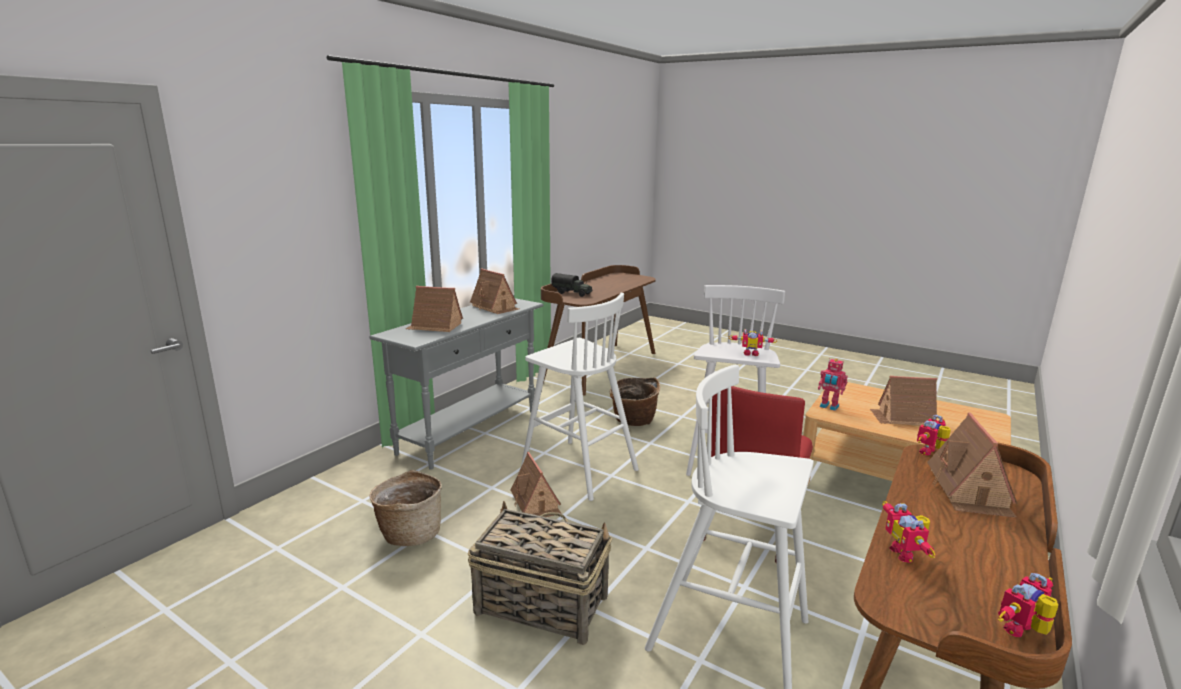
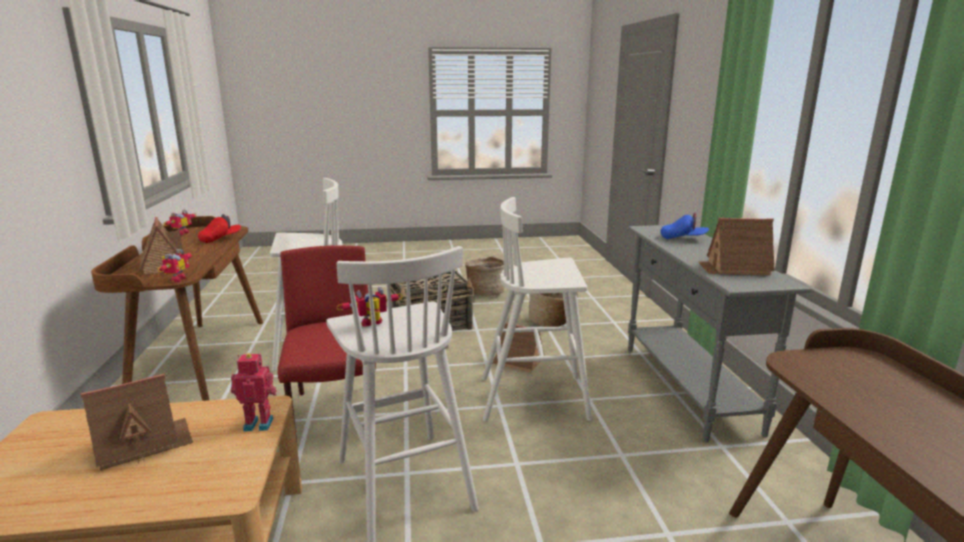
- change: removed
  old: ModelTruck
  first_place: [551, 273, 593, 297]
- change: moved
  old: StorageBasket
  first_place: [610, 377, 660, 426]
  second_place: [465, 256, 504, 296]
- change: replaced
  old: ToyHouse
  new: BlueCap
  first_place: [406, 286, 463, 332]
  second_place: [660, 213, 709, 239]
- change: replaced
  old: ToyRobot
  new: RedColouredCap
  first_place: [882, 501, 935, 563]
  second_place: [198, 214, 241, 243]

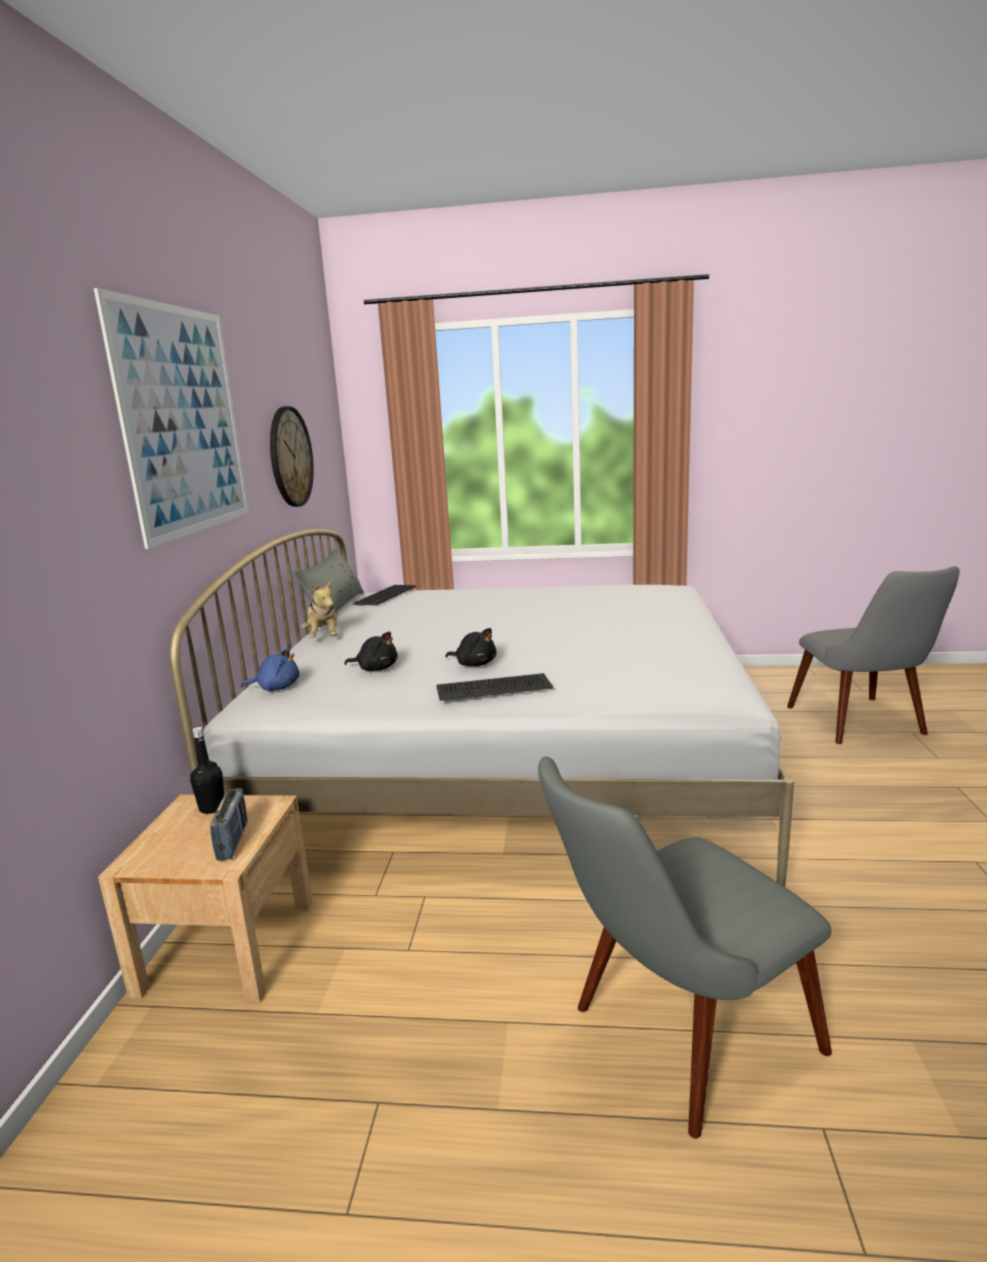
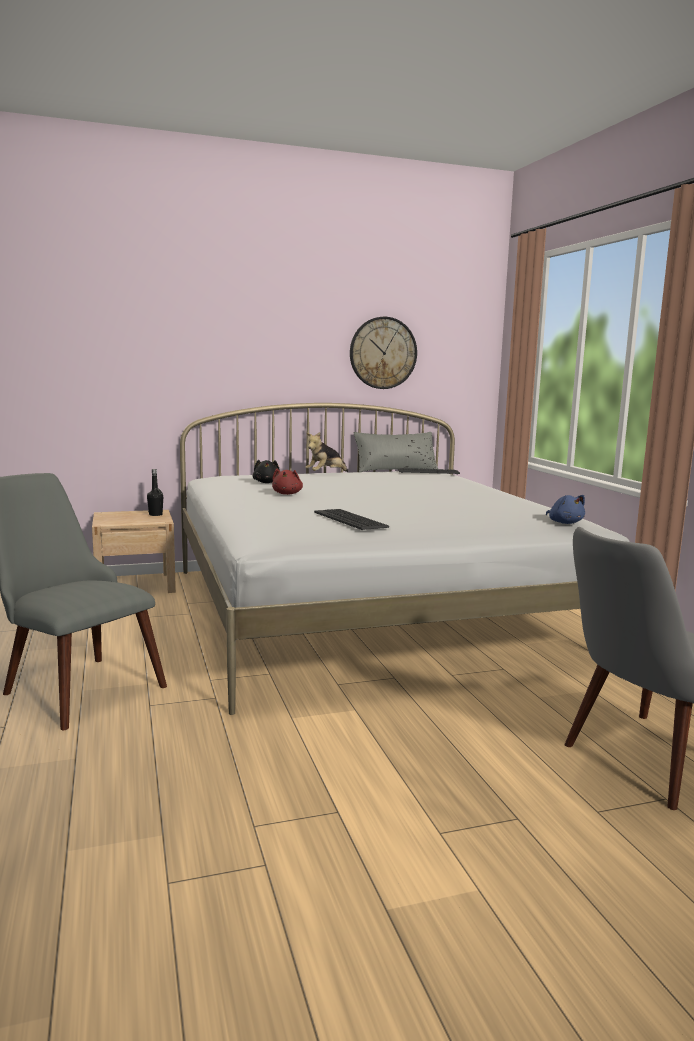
- change: removed
  old: WallPicture
  first_place: [94, 288, 249, 549]
- change: removed
  old: RadioReceiver
  first_place: [210, 788, 248, 861]
- change: moved
  old: BluePlushToy
  first_place: [241, 648, 300, 691]
  second_place: [546, 495, 585, 524]
- change: moved
  old: ComputerKeyboard
  first_place: [436, 673, 553, 701]
  second_place: [314, 509, 389, 530]
- change: recoloured
  old: BlackPlushToy
  new: RedColouredPlushToy
  first_place: [445, 628, 497, 666]
  second_place: [272, 469, 303, 495]

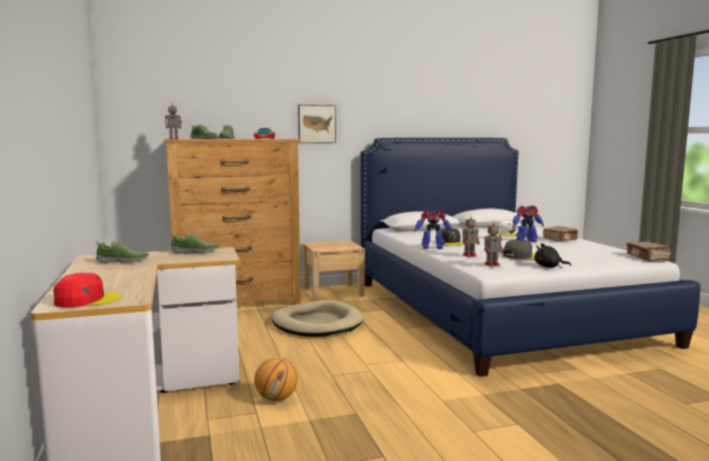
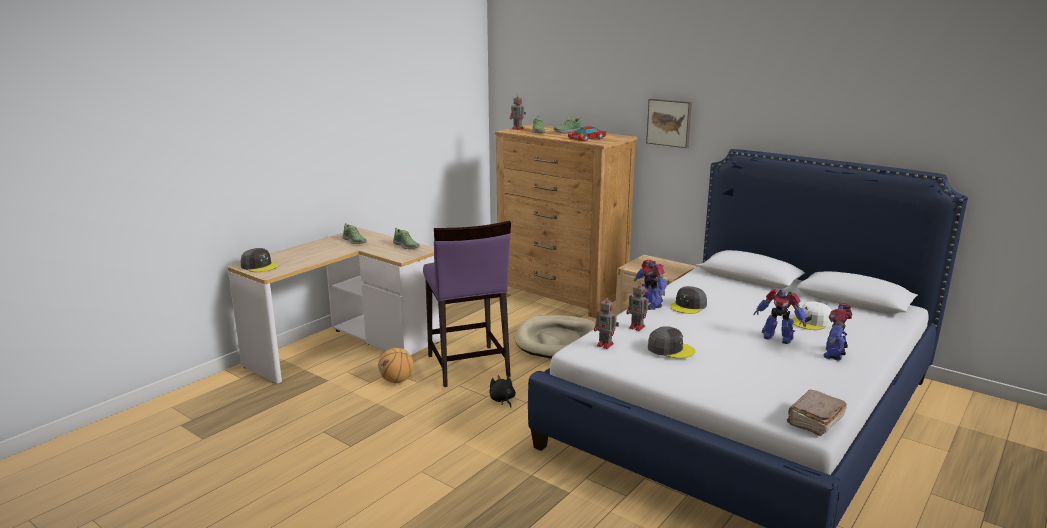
- change: added
  new: PurpleColouredStoolSeat
  second_place: [423, 221, 511, 387]
- change: moved
  old: BlackPlushToy
  first_place: [535, 243, 571, 268]
  second_place: [489, 375, 516, 408]
- change: replaced
  old: BrownVolume
  new: ToyRobot
  first_place: [543, 226, 578, 241]
  second_place: [823, 303, 852, 361]
- change: recoloured
  old: RedColouredCap
  new: GreyCap
  first_place: [53, 273, 122, 307]
  second_place: [241, 248, 278, 272]

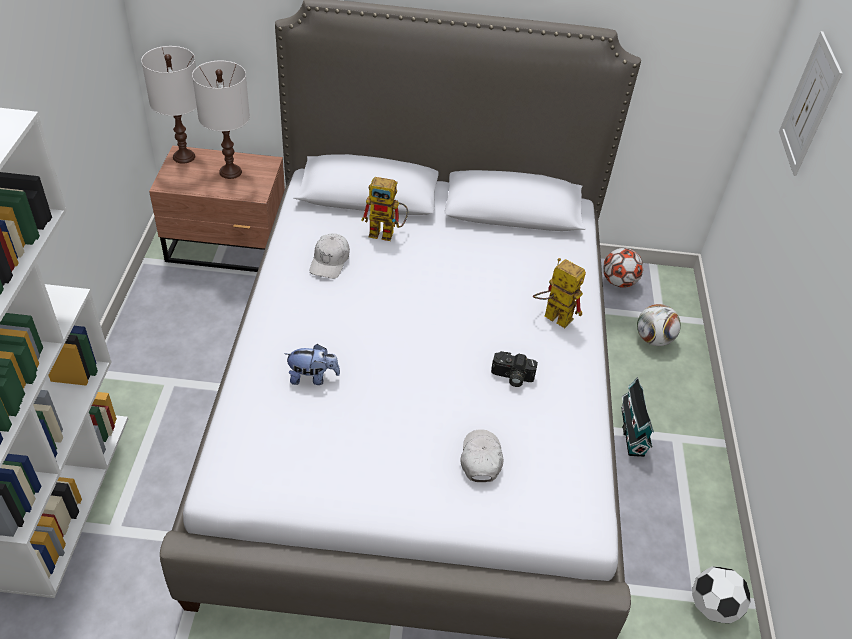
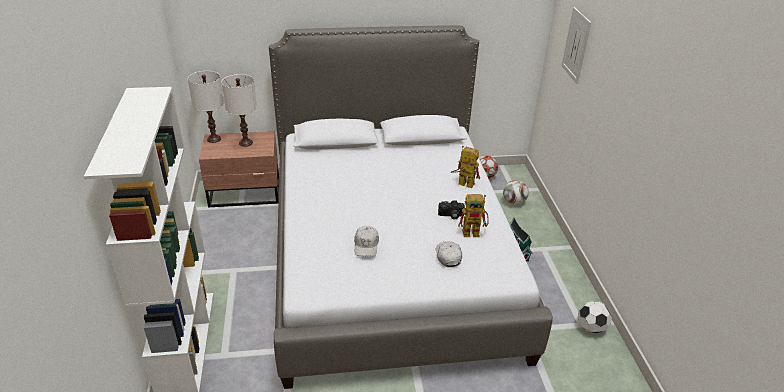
- change: removed
  old: PlushToy
  first_place: [284, 344, 340, 385]
- change: moved
  old: WhitishCap
  first_place: [310, 233, 350, 279]
  second_place: [354, 226, 379, 257]
- change: moved
  old: ToyRobot
  first_place: [361, 177, 408, 241]
  second_place: [458, 194, 489, 237]

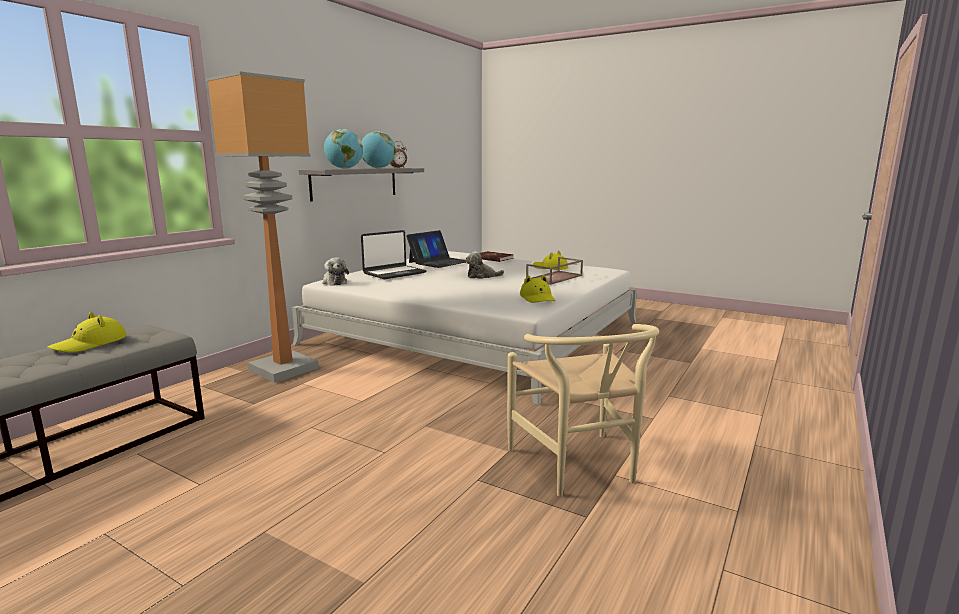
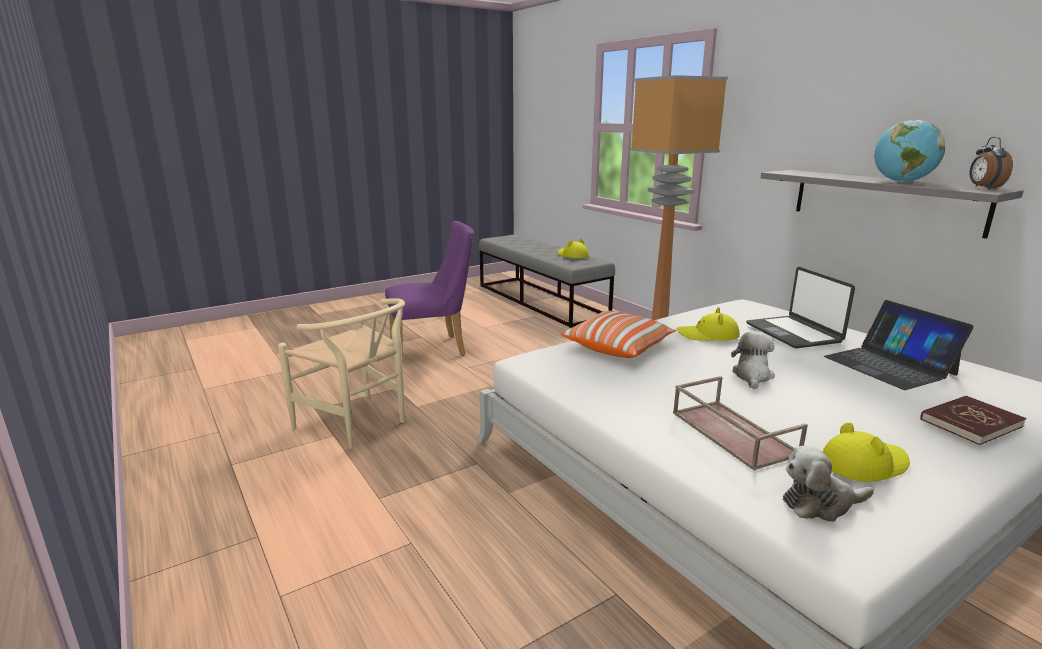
- change: removed
  old: WorldGlobe
  first_place: [324, 129, 363, 169]
- change: added
  new: PurpleColouredPlainChair
  second_place: [385, 221, 474, 364]
- change: added
  new: ThrowPillow
  second_place: [561, 311, 676, 358]
- change: moved
  old: PlushToy
  first_place: [322, 258, 349, 286]
  second_place: [783, 446, 874, 522]
- change: moved
  old: YellowColouredHat
  first_place: [520, 275, 555, 303]
  second_place: [677, 307, 740, 341]
- change: turned
  old: BeigeColouredPlainChair
  first_place: [507, 324, 659, 496]
  second_place: [278, 298, 405, 449]
  degrees: -150

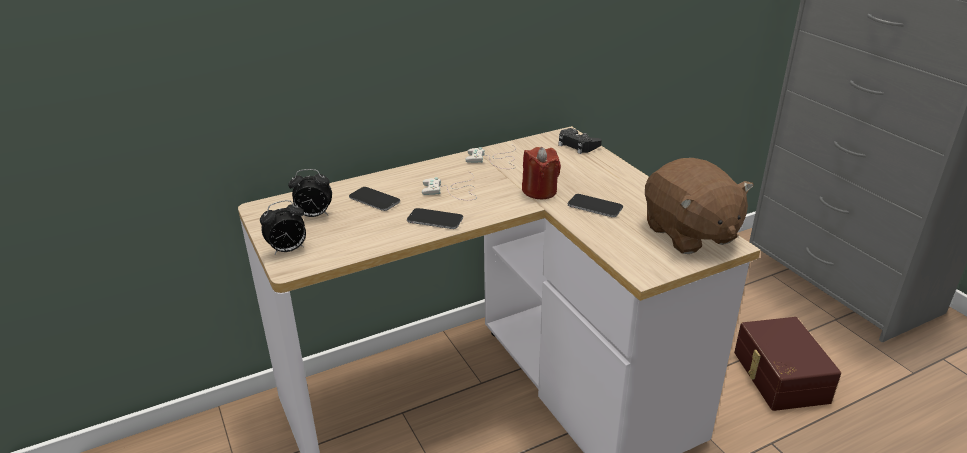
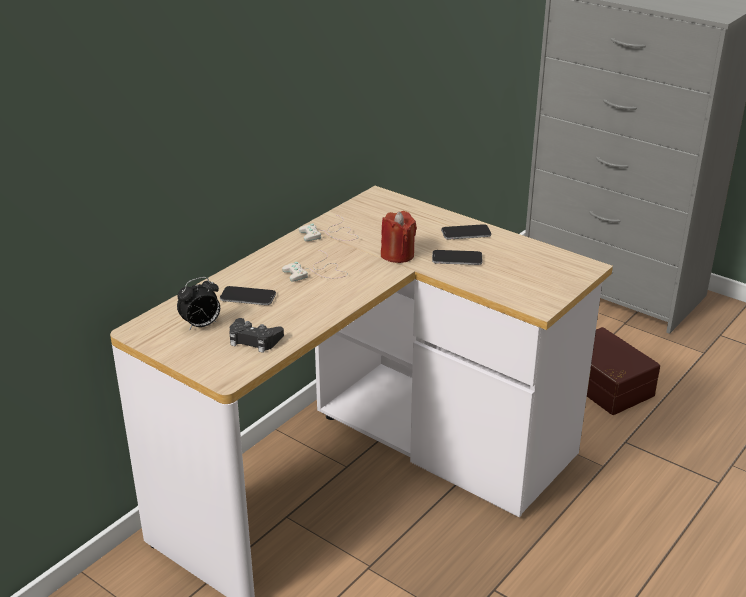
- change: removed
  old: TableClock
  first_place: [260, 200, 306, 254]
- change: removed
  old: BrownPlushToy
  first_place: [645, 158, 754, 254]
- change: moved
  old: Handset
  first_place: [407, 208, 463, 229]
  second_place: [441, 224, 491, 240]
- change: moved
  old: BlackJoypad
  first_place: [558, 128, 602, 154]
  second_place: [229, 318, 284, 353]

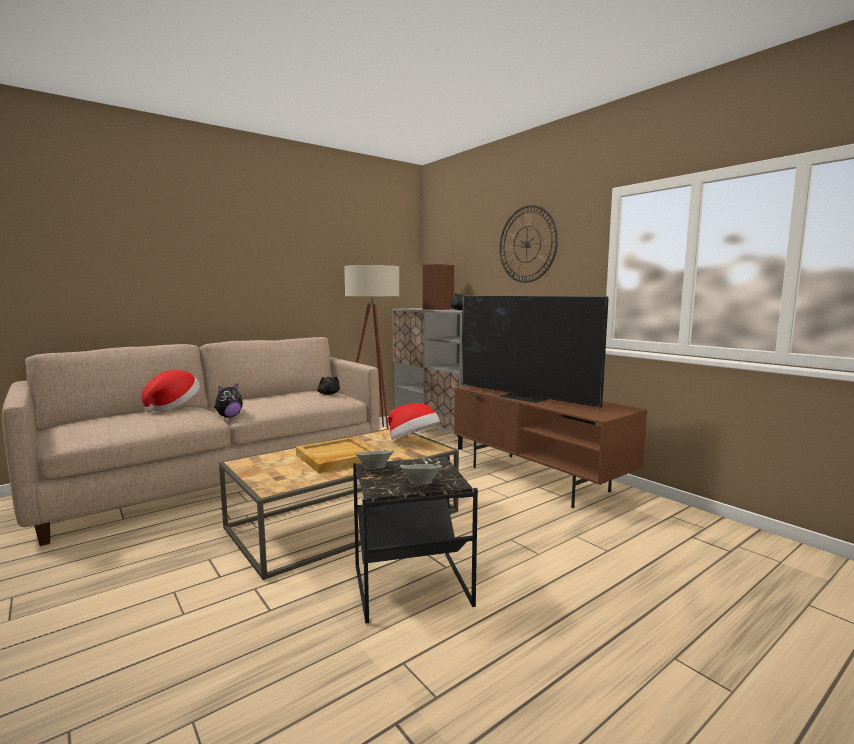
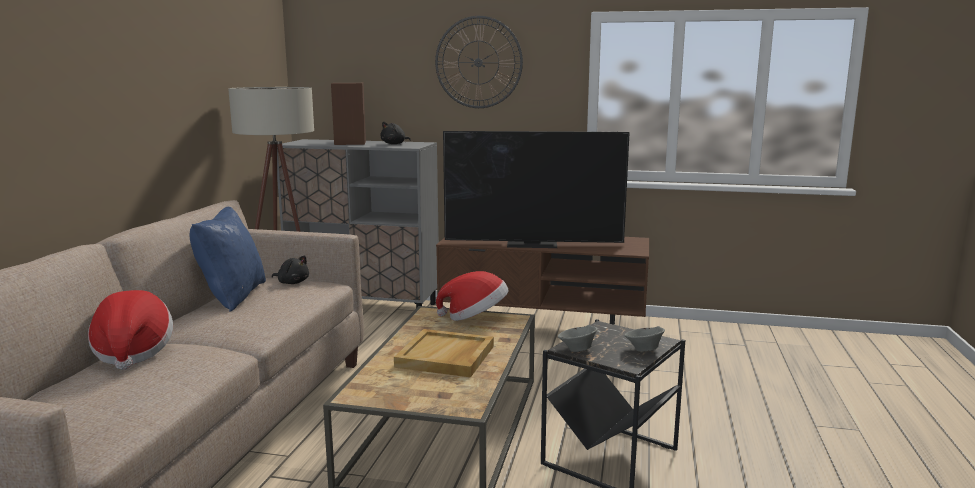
- change: removed
  old: PlushToy
  first_place: [214, 383, 243, 418]
- change: added
  new: BlueThrowPillow
  second_place: [190, 207, 266, 312]

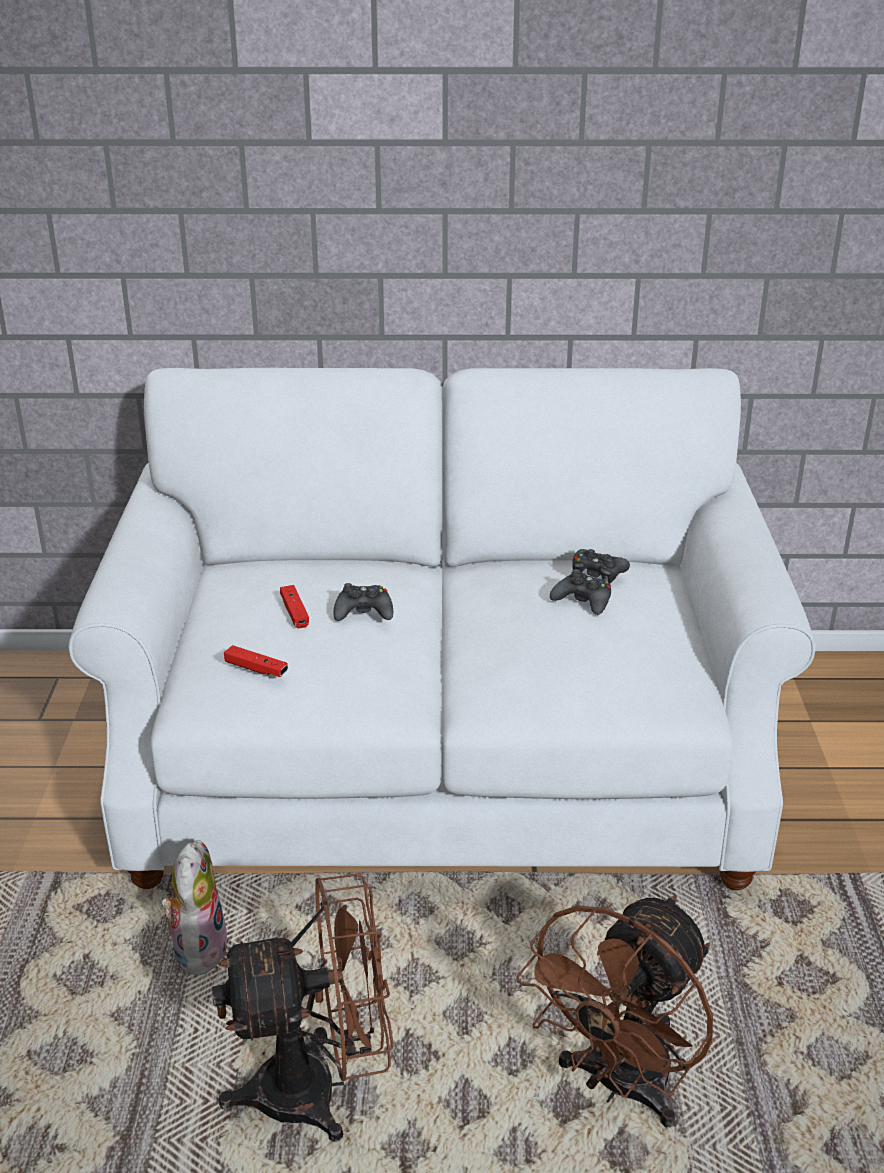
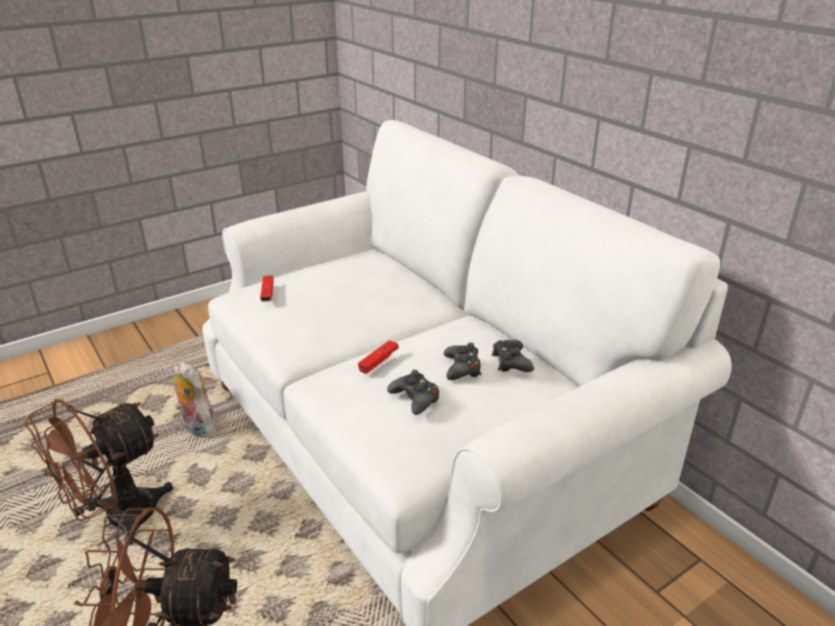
- change: moved
  old: RedColouredJoypad
  first_place: [280, 585, 309, 628]
  second_place: [358, 340, 399, 374]
- change: moved
  old: BlackJoypad
  first_place: [333, 583, 393, 621]
  second_place: [387, 370, 439, 415]
- change: turned
  old: PlushToy
  first_place: [161, 840, 227, 976]
  second_place: [173, 362, 217, 437]
  degrees: -105
- change: turned
  old: BrownCoolingFan
  first_place: [212, 873, 393, 1142]
  second_place: [25, 399, 173, 546]
  degrees: 90

